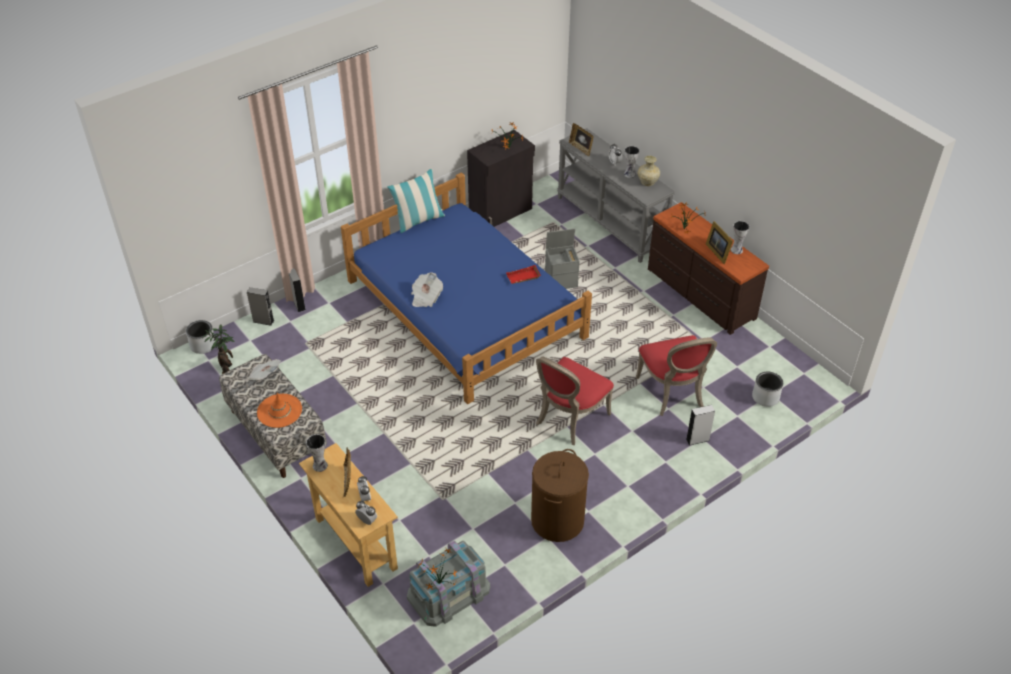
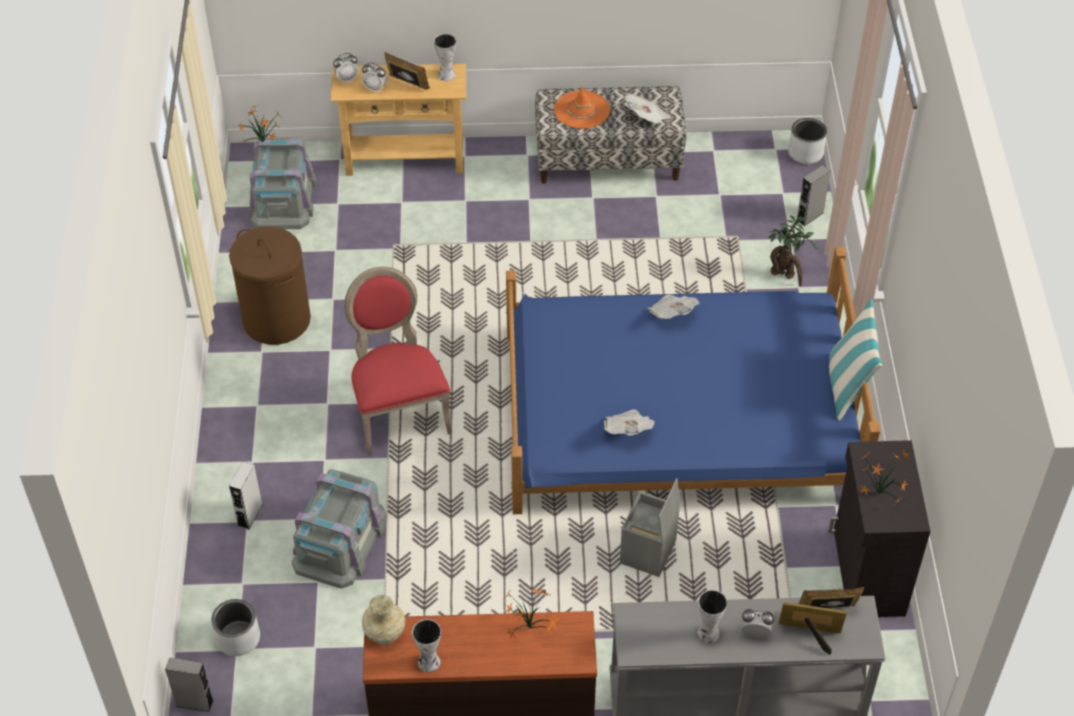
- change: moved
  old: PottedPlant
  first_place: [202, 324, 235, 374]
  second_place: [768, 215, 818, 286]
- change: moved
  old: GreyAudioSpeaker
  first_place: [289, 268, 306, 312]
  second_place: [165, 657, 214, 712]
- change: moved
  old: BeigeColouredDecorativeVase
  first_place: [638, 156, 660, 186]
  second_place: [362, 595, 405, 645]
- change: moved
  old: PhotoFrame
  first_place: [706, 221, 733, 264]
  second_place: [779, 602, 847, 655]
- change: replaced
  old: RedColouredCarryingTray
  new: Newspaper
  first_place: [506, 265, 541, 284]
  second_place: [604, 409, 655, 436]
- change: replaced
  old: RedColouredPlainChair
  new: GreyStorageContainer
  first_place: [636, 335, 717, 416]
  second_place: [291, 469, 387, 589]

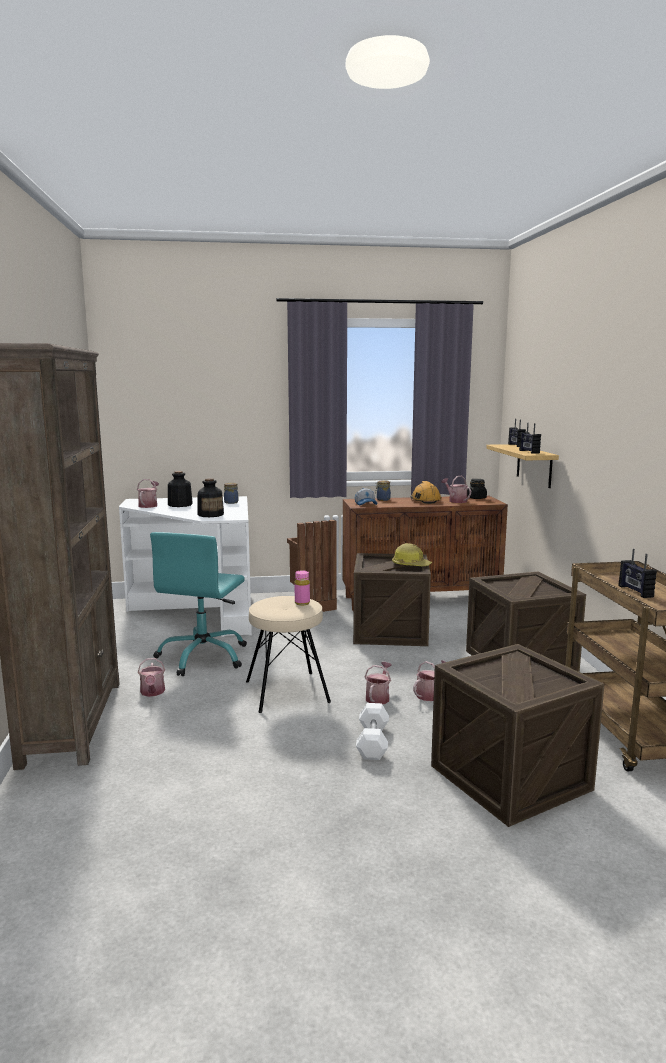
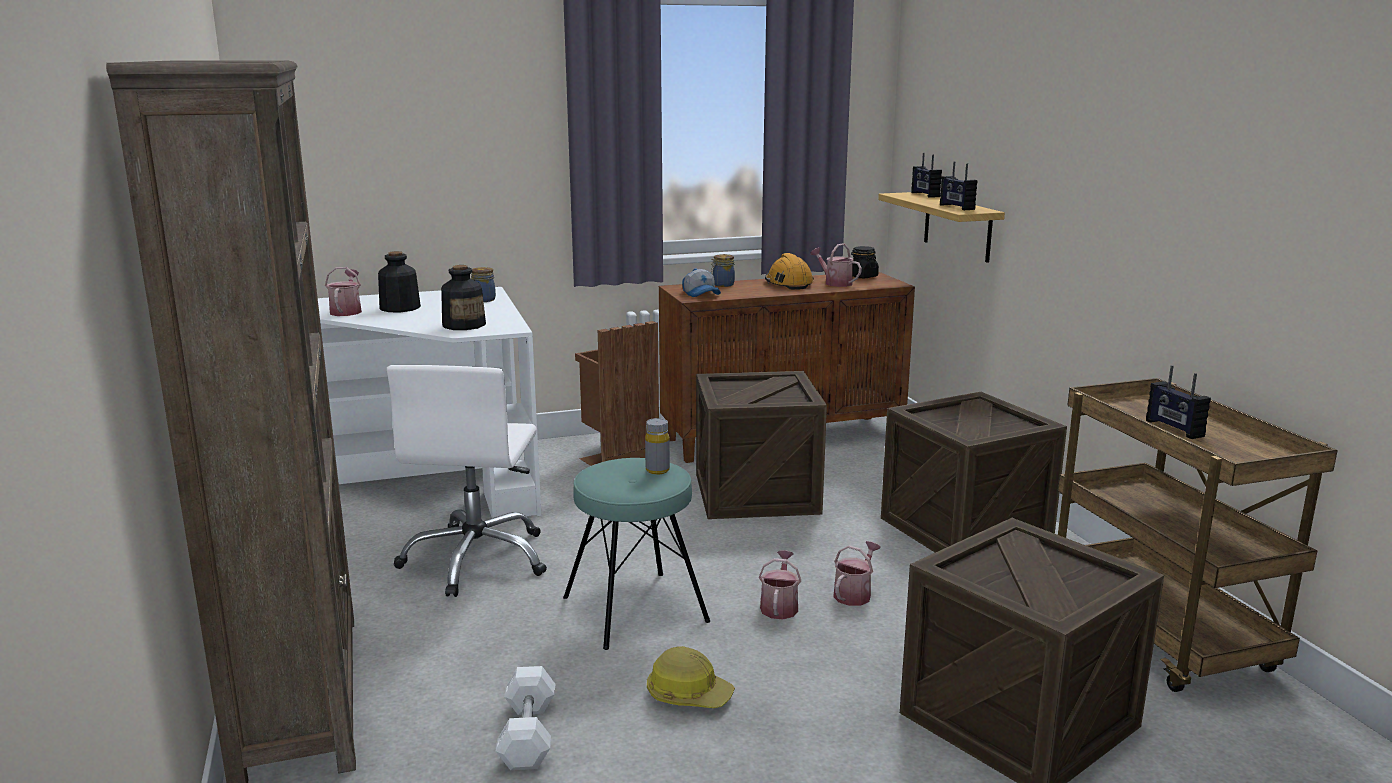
- change: removed
  old: WateringPot
  first_place: [138, 658, 165, 697]
- change: moved
  old: WhitishDumbbell
  first_place: [356, 703, 389, 760]
  second_place: [496, 666, 555, 770]
- change: moved
  old: HardHat
  first_place: [392, 543, 432, 566]
  second_place: [647, 646, 735, 708]
- change: recoloured
  old: TurquoiseDeskChair
  new: WhitishDeskChair
  first_place: [150, 532, 247, 676]
  second_place: [387, 365, 547, 597]
- change: recoloured
  old: BeigeColouredStoolSeat
  new: TurquoiseStoolSeat
  first_place: [246, 596, 331, 713]
  second_place: [563, 458, 710, 650]
- change: recoloured
  old: PinkColouredDrinkBottle
  new: GreyDrinkBottle
  first_place: [294, 570, 310, 606]
  second_place: [645, 418, 670, 475]

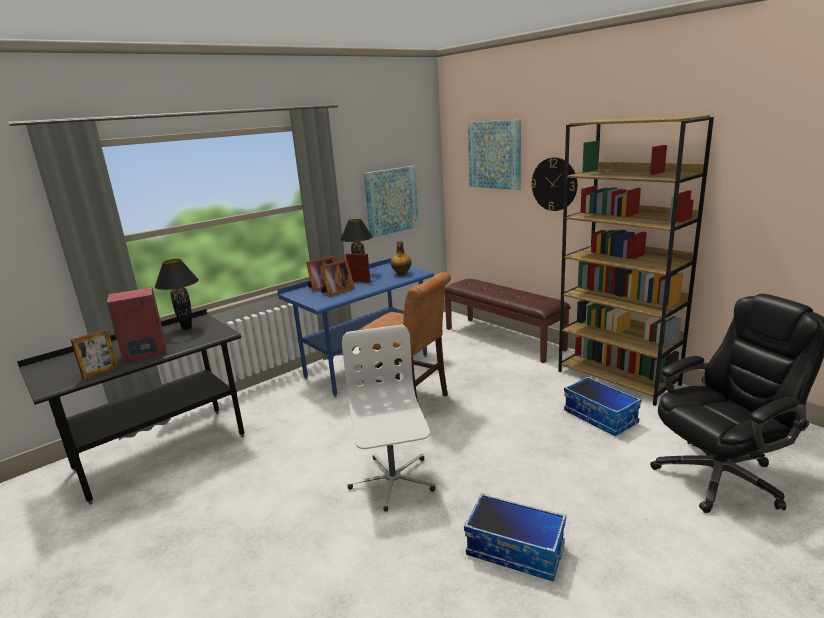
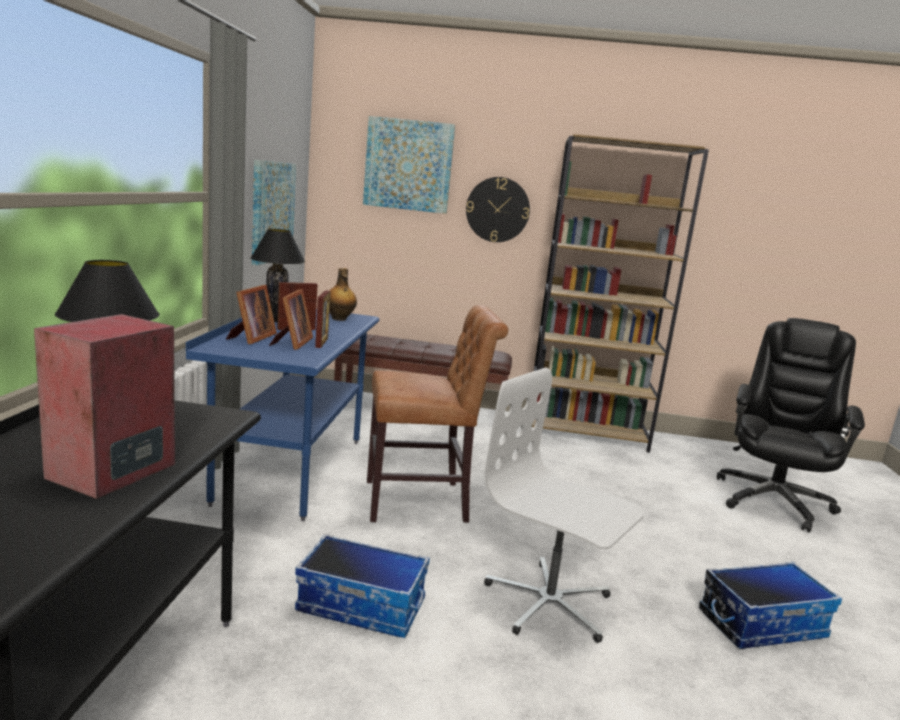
- change: moved
  old: PhotoFrame
  first_place: [71, 329, 119, 379]
  second_place: [315, 290, 331, 348]
- change: moved
  old: StorageContainer
  first_place: [564, 377, 641, 436]
  second_place: [295, 534, 430, 638]

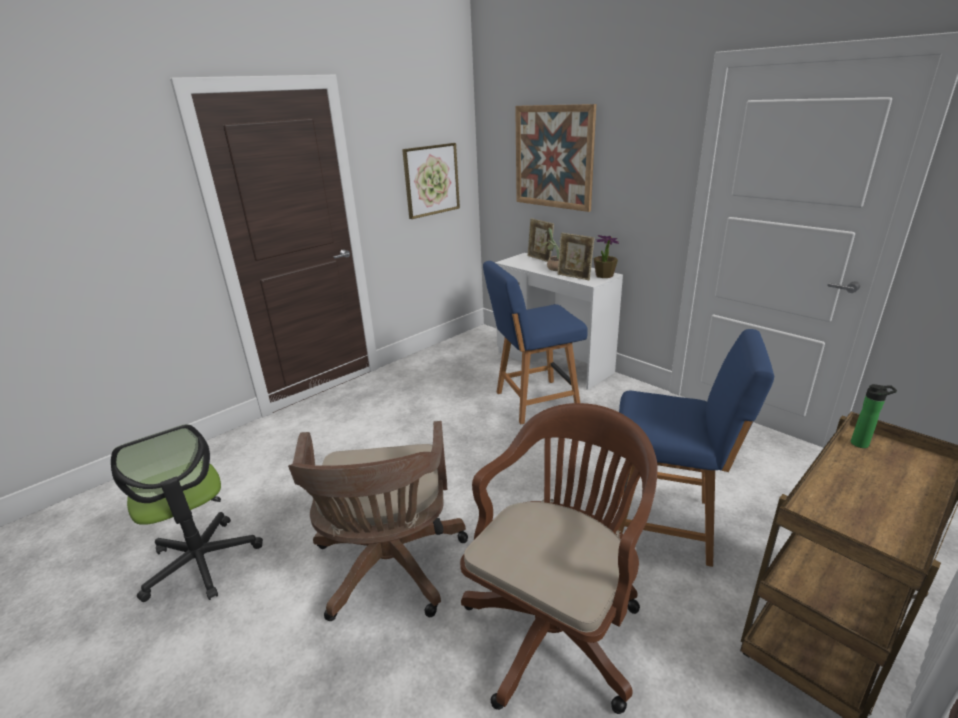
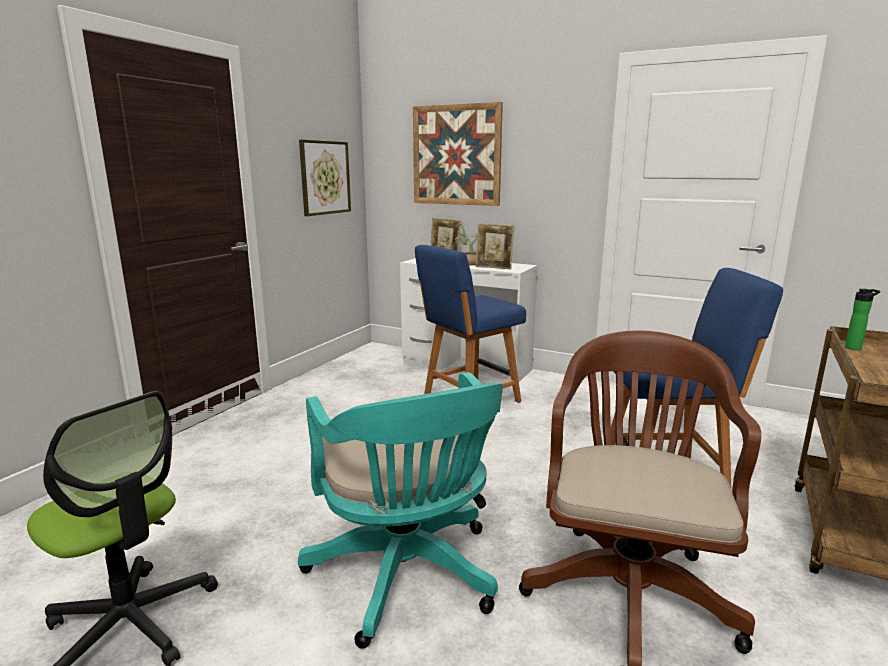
- change: removed
  old: PottedPlant
  first_place: [593, 235, 619, 278]
- change: recoloured
  old: BrownDeskChair
  new: TurquoiseDeskChair
  first_place: [288, 421, 468, 621]
  second_place: [298, 372, 503, 649]

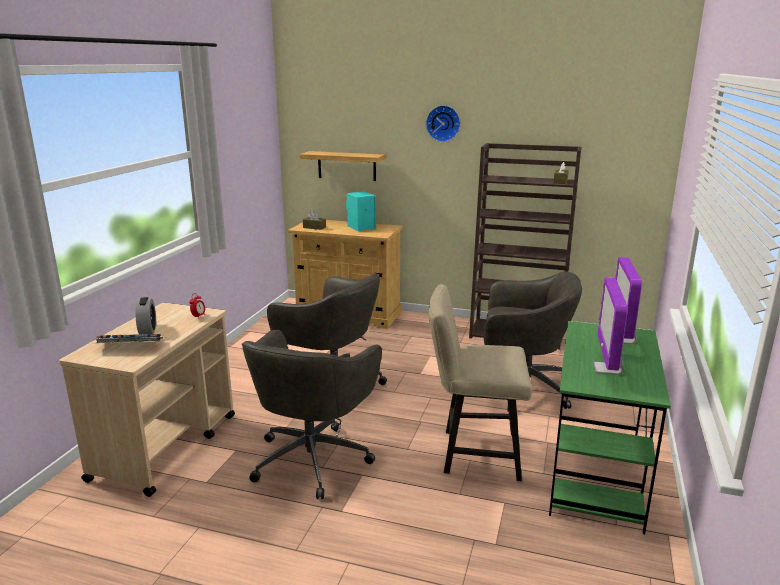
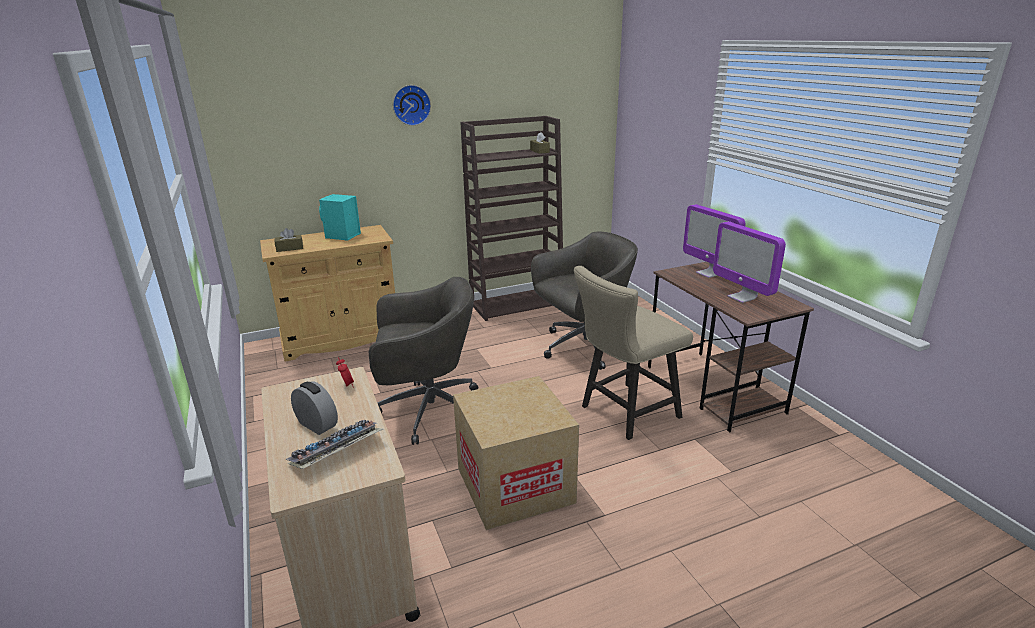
- change: removed
  old: WallShelf
  first_place: [300, 151, 385, 181]
- change: replaced
  old: GreyDeskChair
  new: PackingBox
  first_place: [241, 330, 382, 499]
  second_place: [453, 376, 579, 530]
- change: recoloured
  old: GreenDeskTable
  new: BrownDeskTable
  first_place: [549, 321, 671, 534]
  second_place: [648, 262, 814, 432]

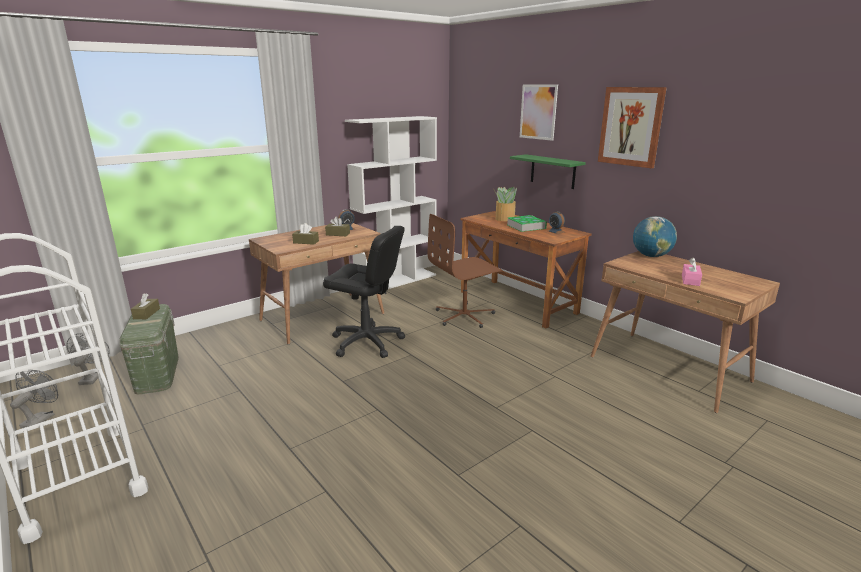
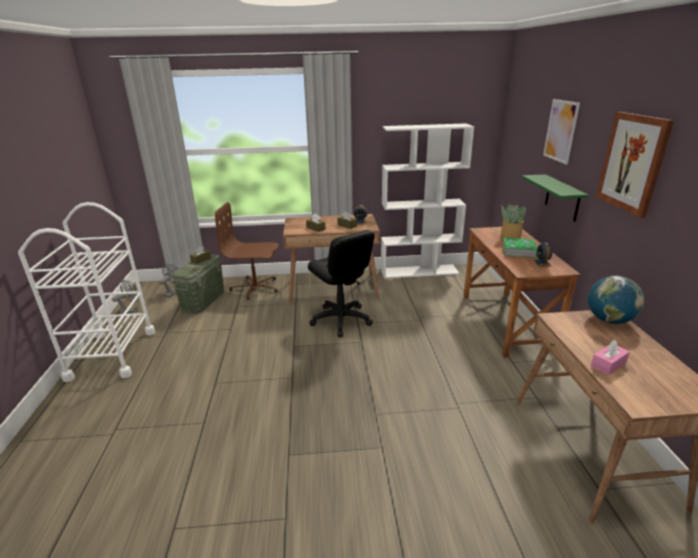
- change: moved
  old: BrownDeskChair
  first_place: [428, 214, 503, 328]
  second_place: [215, 202, 279, 300]

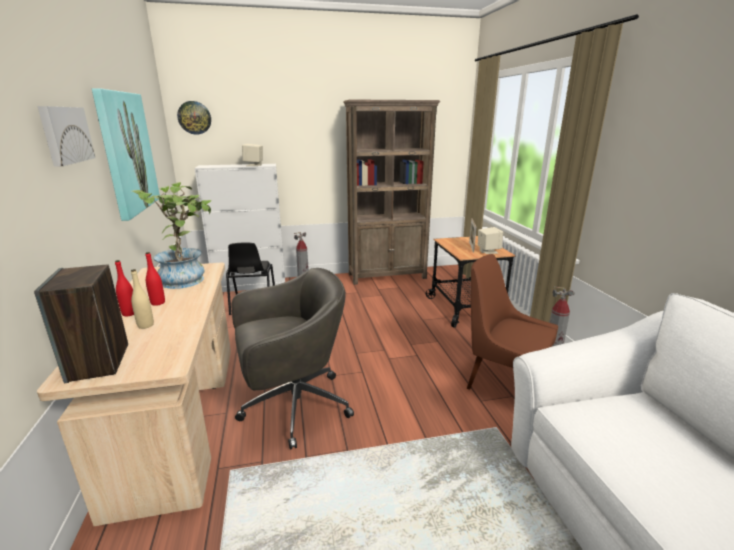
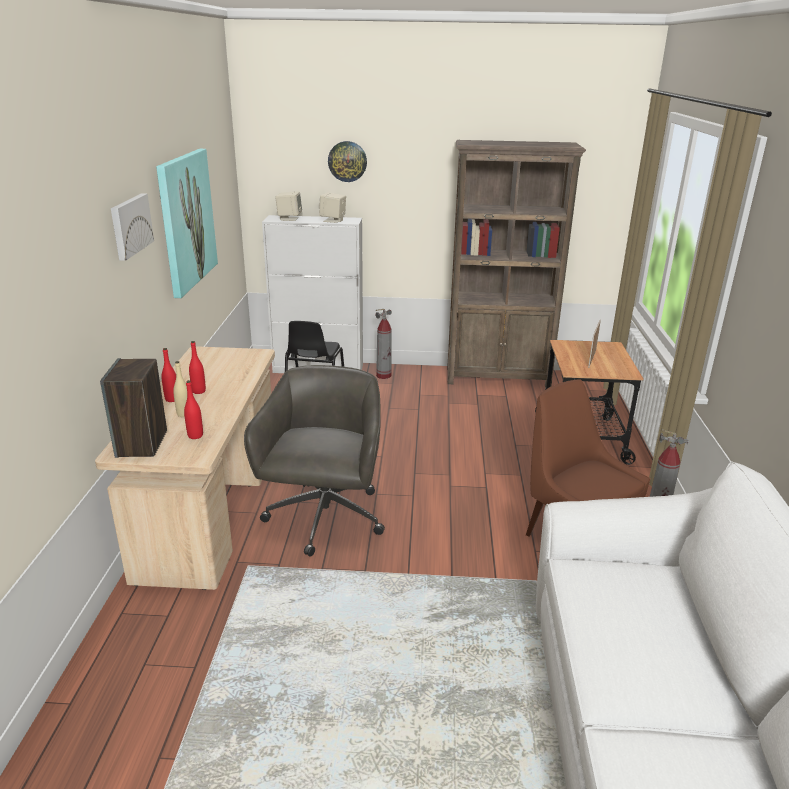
- change: removed
  old: PottedPlant
  first_place: [132, 182, 211, 289]
- change: added
  new: RedColouredDrinkBottle
  second_place: [184, 380, 203, 439]
- change: moved
  old: ClockOnTheWall
  first_place: [177, 101, 211, 135]
  second_place: [328, 141, 367, 182]
- change: moved
  old: BeigeColouredAudioSpeaker
  first_place: [478, 227, 503, 254]
  second_place: [275, 191, 302, 221]
- change: turned
  old: GreyDeskChair
  first_place: [231, 268, 354, 449]
  second_place: [244, 365, 385, 556]
  degrees: -75

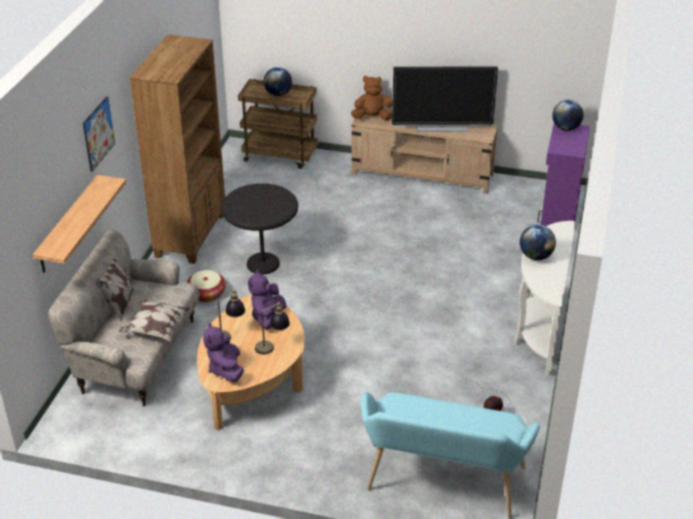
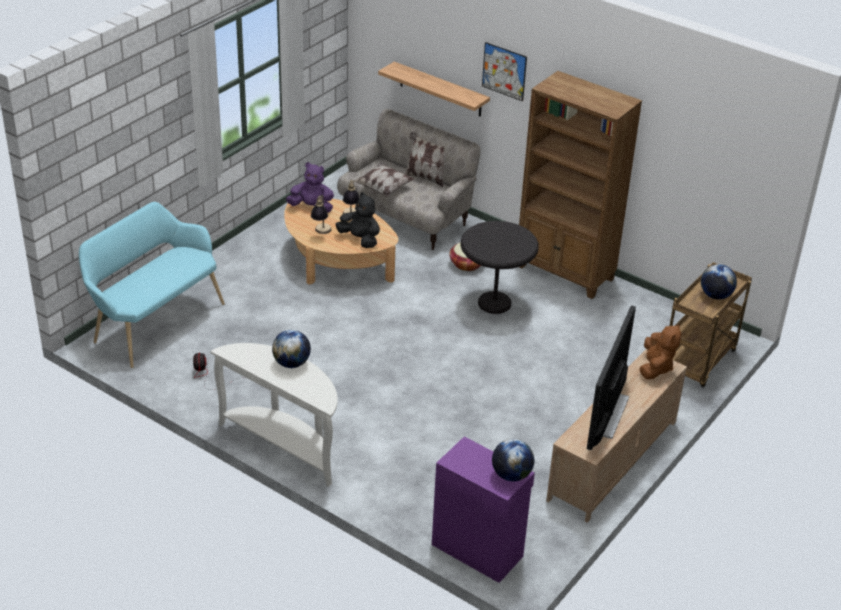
- change: recoloured
  old: PurpleColouredPlushToy
  new: BlackPlushToy
  first_place: [248, 270, 287, 330]
  second_place: [336, 192, 380, 248]

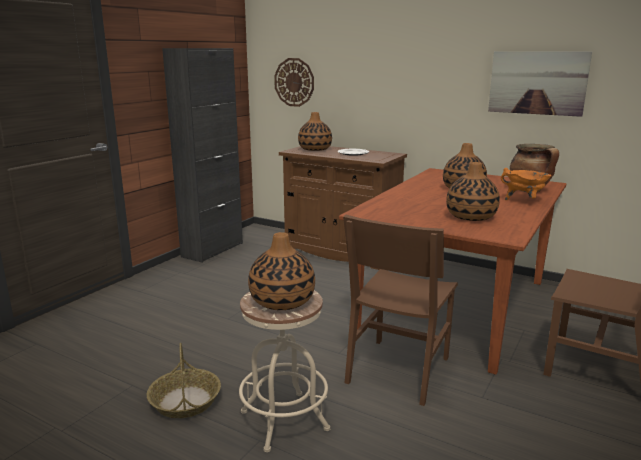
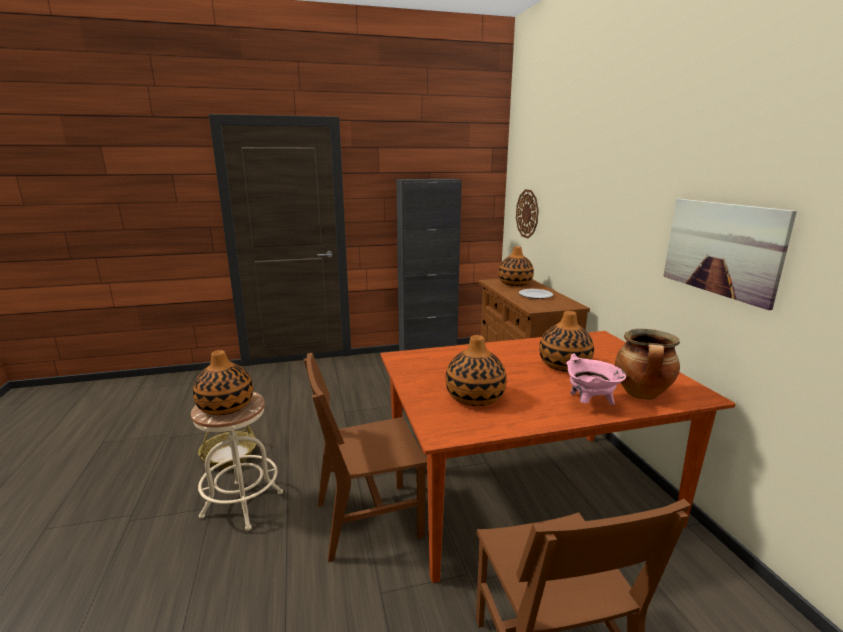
- change: recoloured
  old: OrangeColouredStockpot
  new: PinkColouredStockpot
  first_place: [501, 168, 552, 200]
  second_place: [566, 353, 626, 405]

